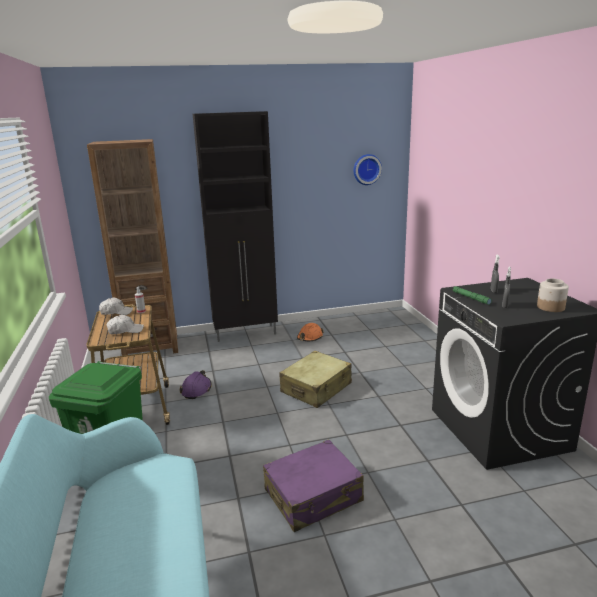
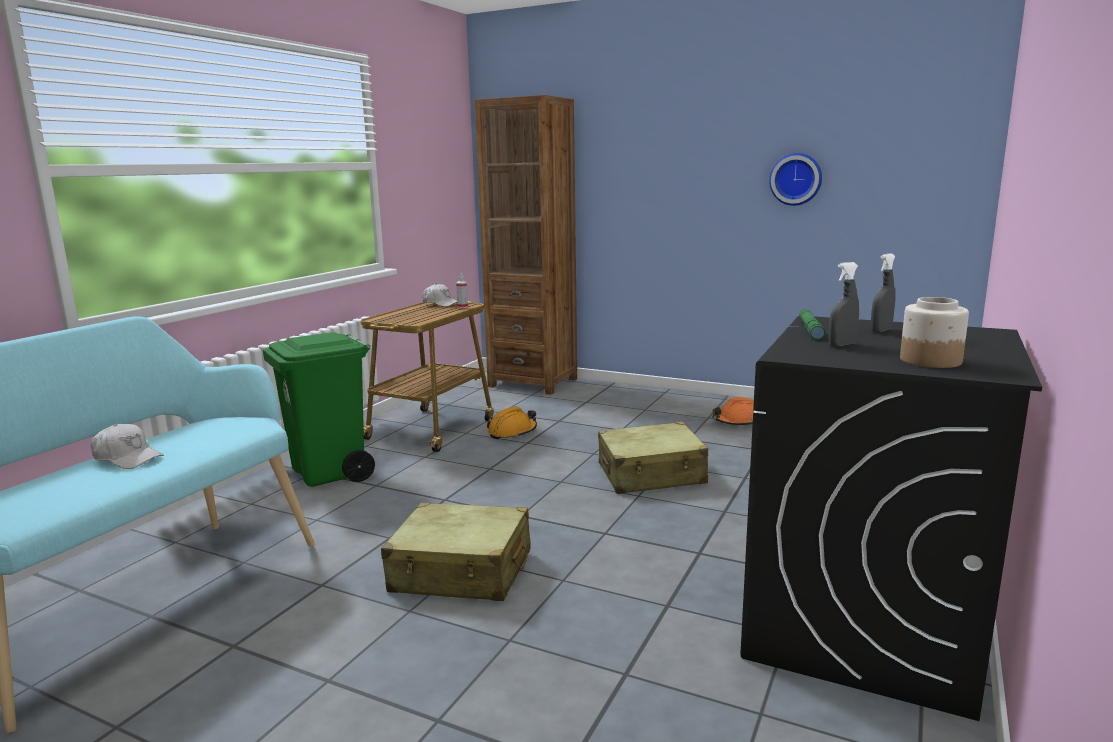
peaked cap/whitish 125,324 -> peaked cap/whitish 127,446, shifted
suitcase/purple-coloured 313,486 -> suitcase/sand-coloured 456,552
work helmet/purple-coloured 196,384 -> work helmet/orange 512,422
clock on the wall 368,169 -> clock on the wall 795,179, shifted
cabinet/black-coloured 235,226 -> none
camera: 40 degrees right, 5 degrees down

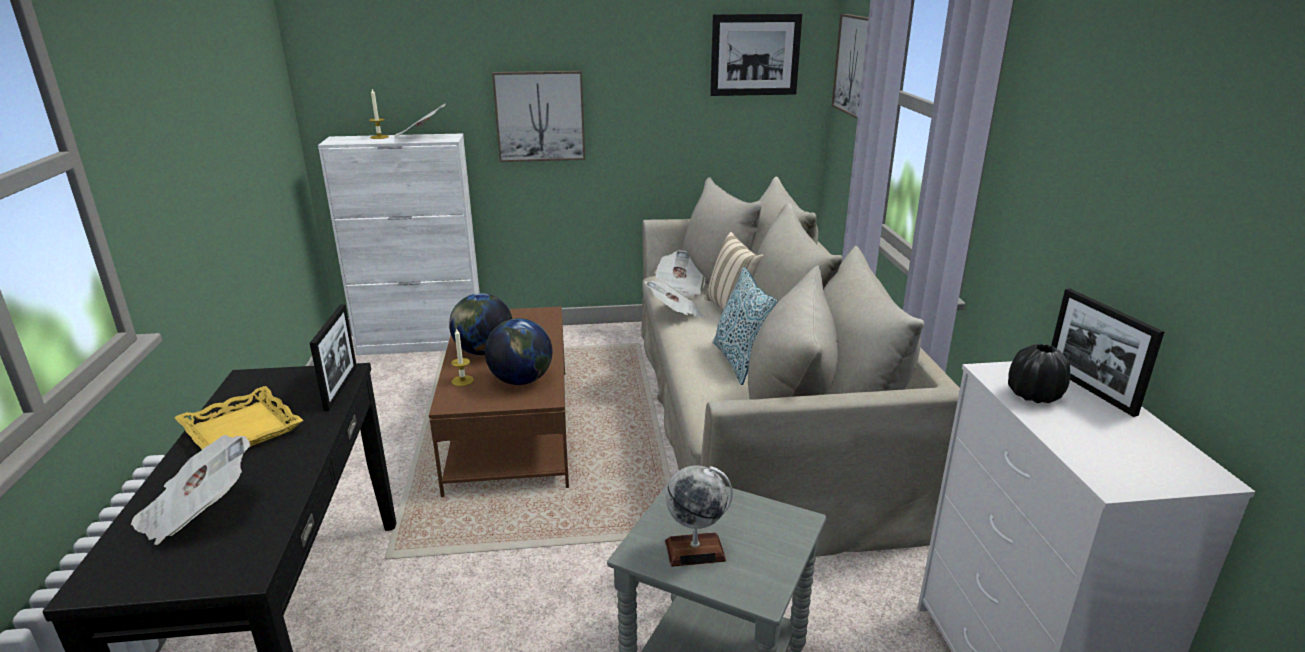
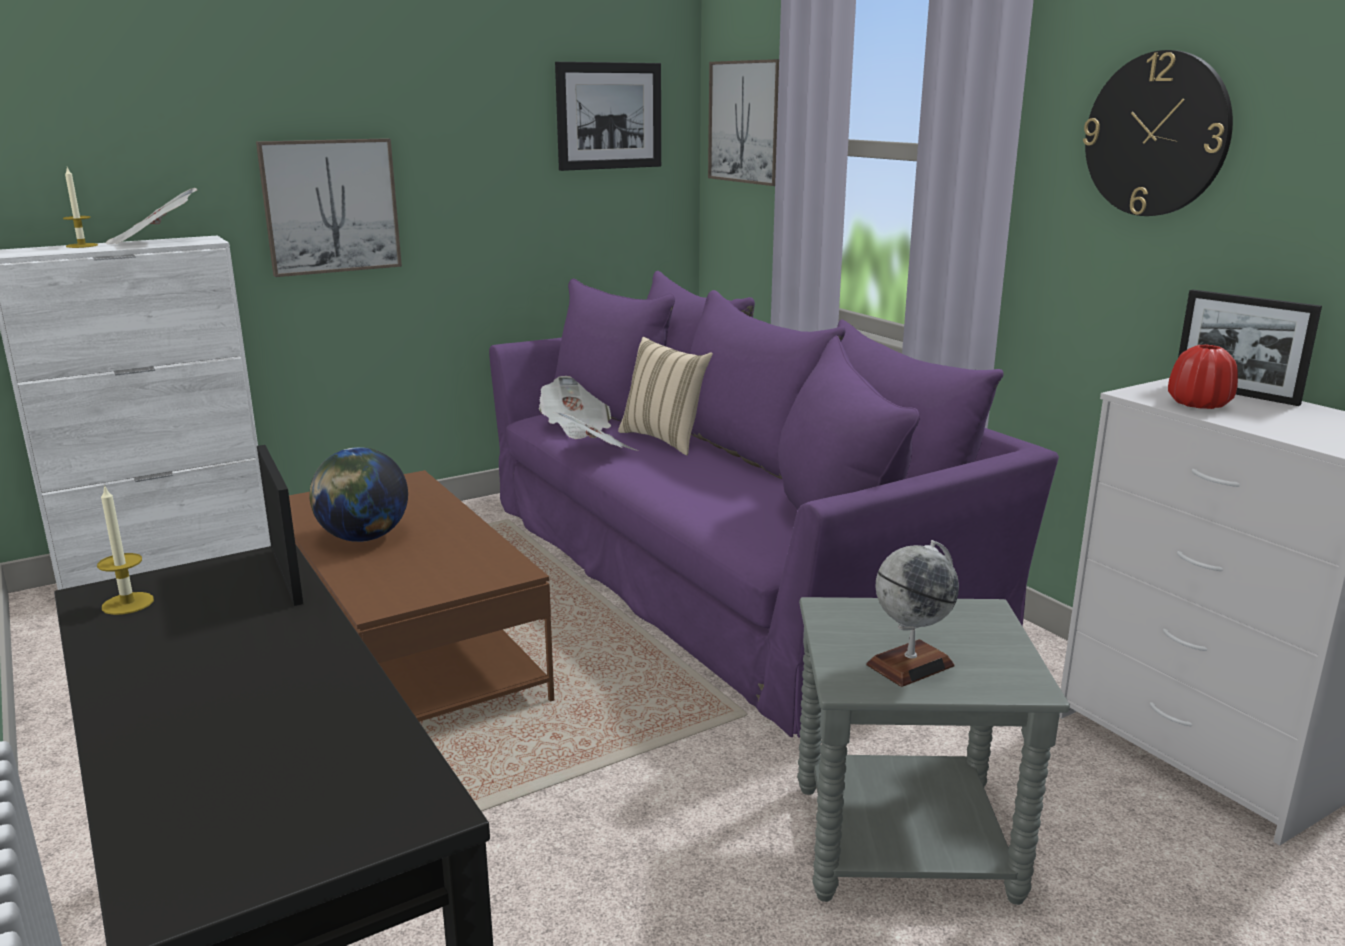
wax candle 462,357 -> wax candle 125,549, shifted
settee/sand-coloured 800,367 -> settee/purple-coloured 774,504
none -> clock on the wall 1158,133
flower vase/black-coloured 1039,373 -> flower vase/red-coloured 1203,377
printed paper 190,490 -> none
serving tray/yellow-coloured 238,417 -> none
globe 518,351 -> none
throw pillow 745,326 -> none
camera: 25 degrees left, 5 degrees down

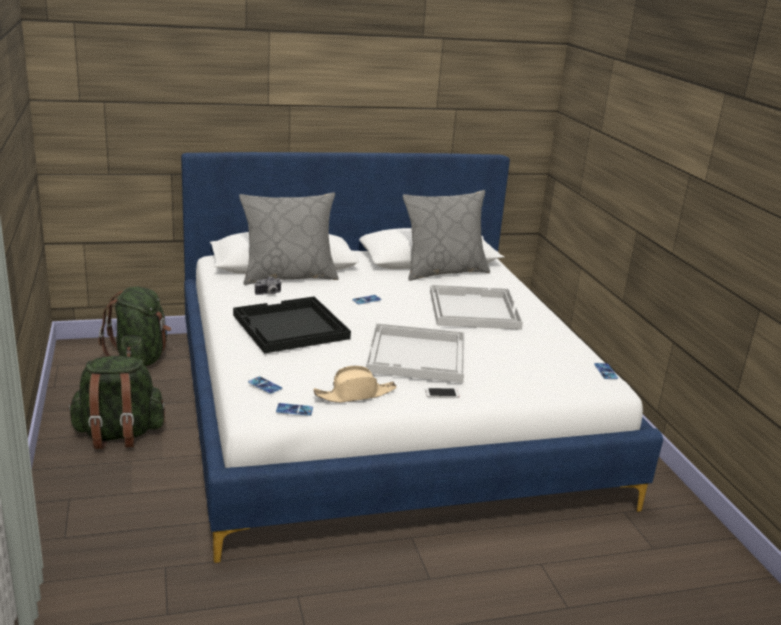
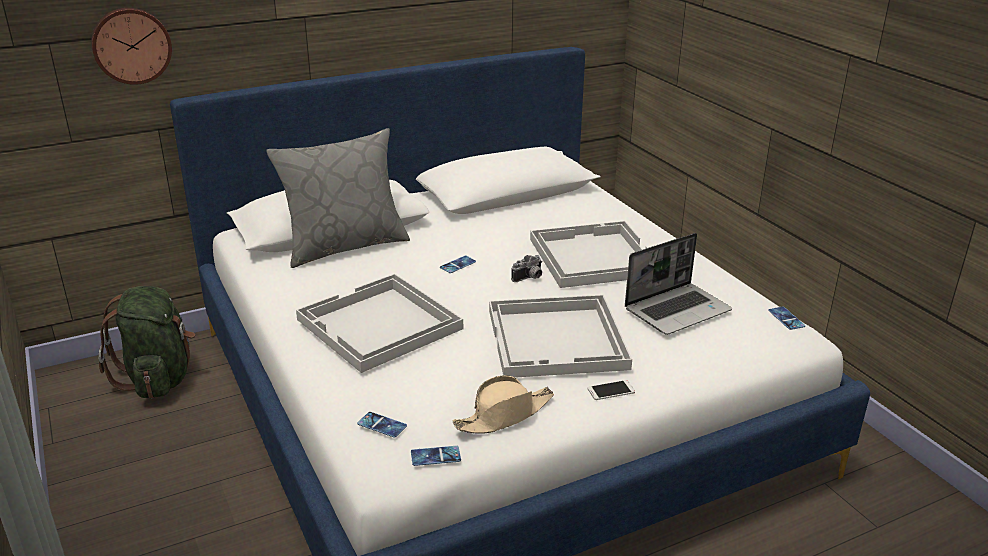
none -> clock on the wall 131,46
serving tray/black-coloured 292,324 -> serving tray/whitish 379,323
photo camera 268,286 -> photo camera 526,268, shifted
none -> laptop 678,284
knapsack/greenish 116,402 -> none
throw pillow/gray 446,235 -> none
camera: 10 degrees left, 5 degrees up

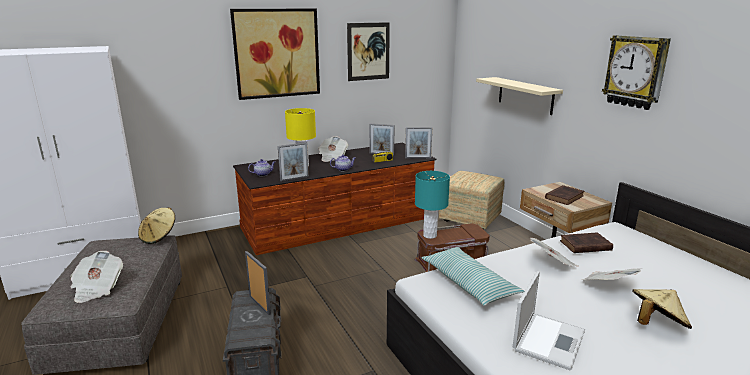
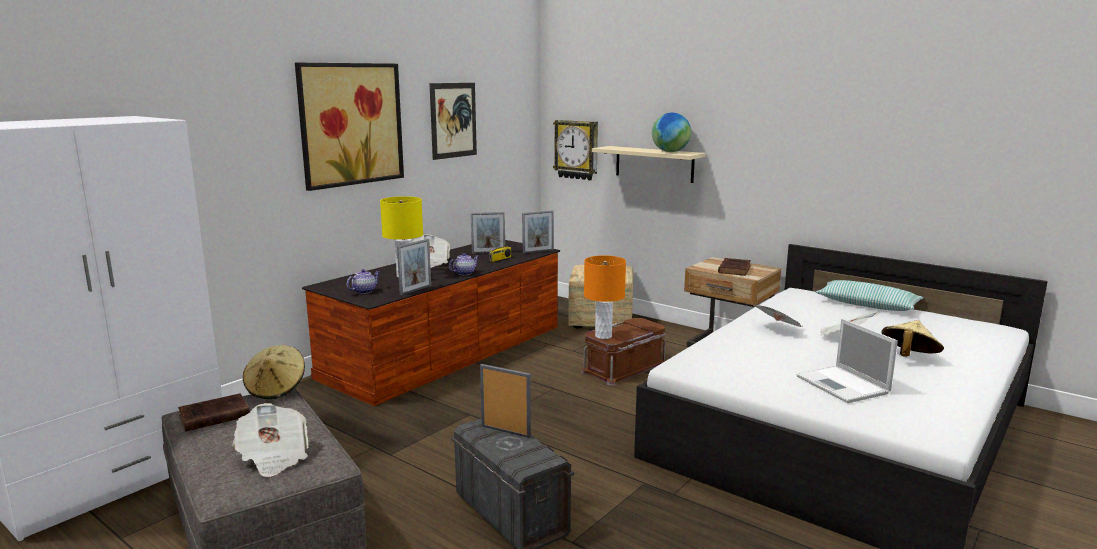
book/brown 586,243 -> book/brown 214,412, shifted
clock on the wall 636,72 -> clock on the wall 575,150, shifted
table lamp/blue-green 432,205 -> table lamp/orange 605,297
none -> globe 671,132
laptop 549,320 -> laptop 847,361, 150 degrees clockwise
throw pillow 473,276 -> throw pillow 869,295, shifted
camera: 25 degrees left, 5 degrees down

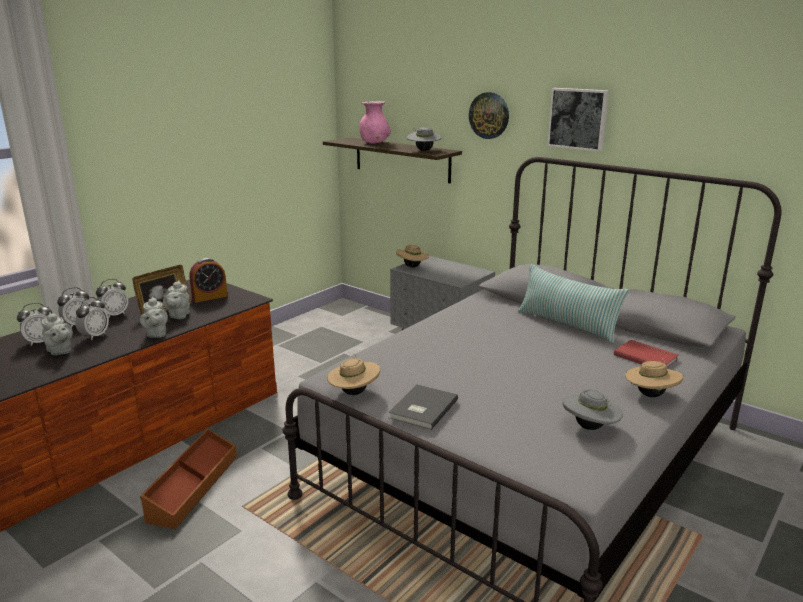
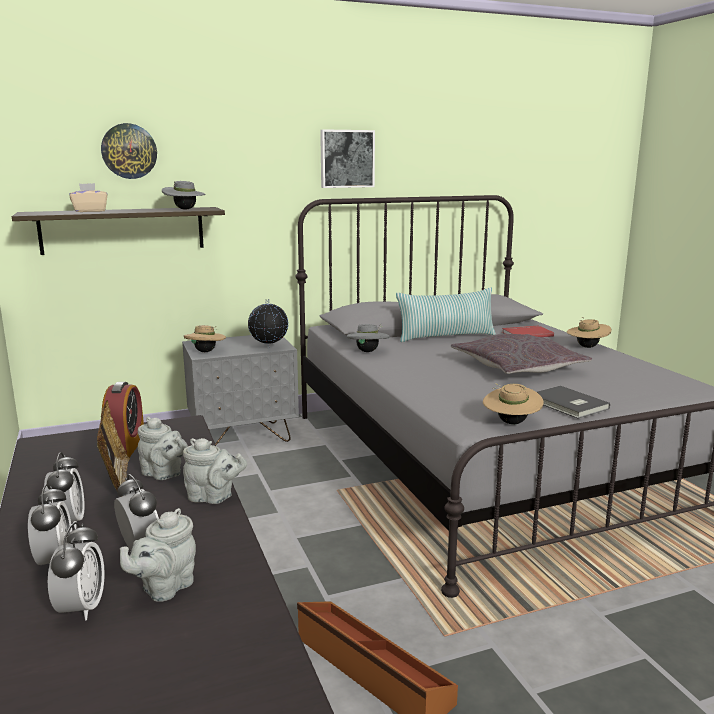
flower vase/pinkish 375,122 -> box of tissues/sand-coloured 88,197
clock on the wall 489,115 -> clock on the wall 129,151, shifted
teapot/gray 57,333 -> teapot/gray 158,555, 135 degrees clockwise
none -> globe 268,326
clothing hat/gray 592,409 -> clothing hat/gray 368,338, shifted
none -> throw pillow/gray 521,354
camera: 60 degrees left, 5 degrees down

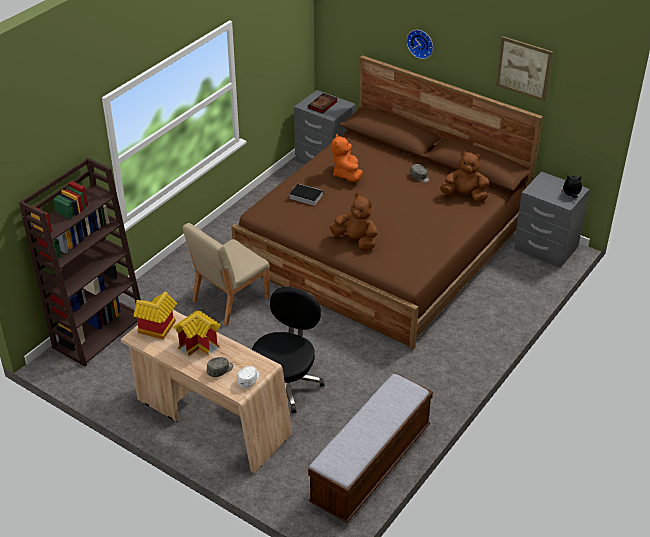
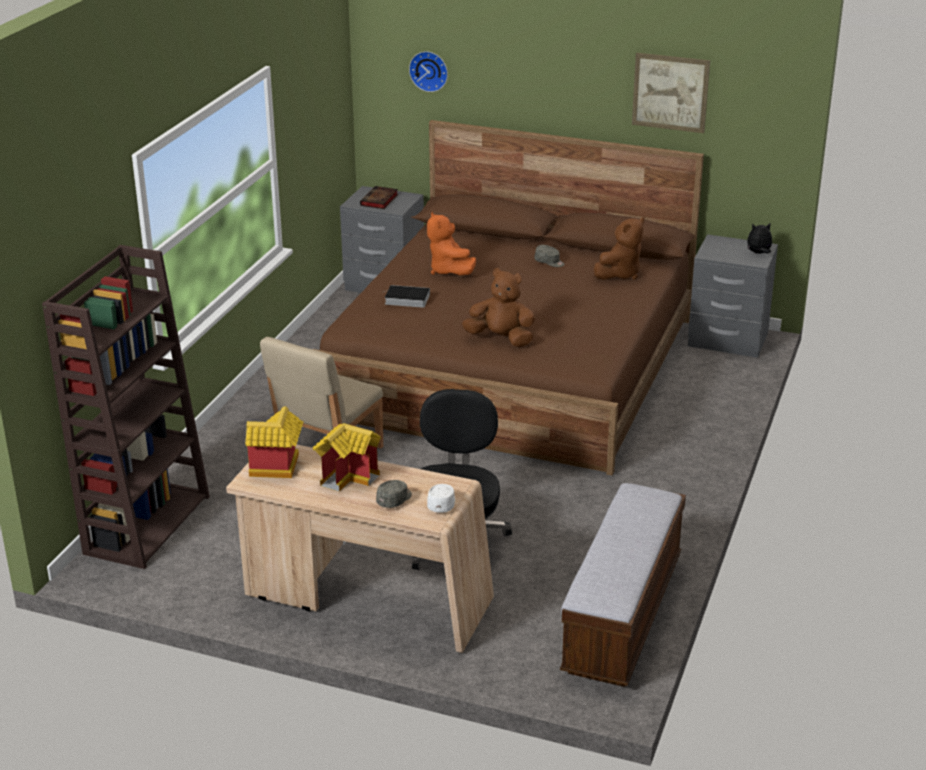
clock on the wall 420,44 -> clock on the wall 428,71, shifted
plush toy/brown 465,176 -> plush toy/brown 619,248, 135 degrees clockwise
camera: 15 degrees left, 10 degrees down

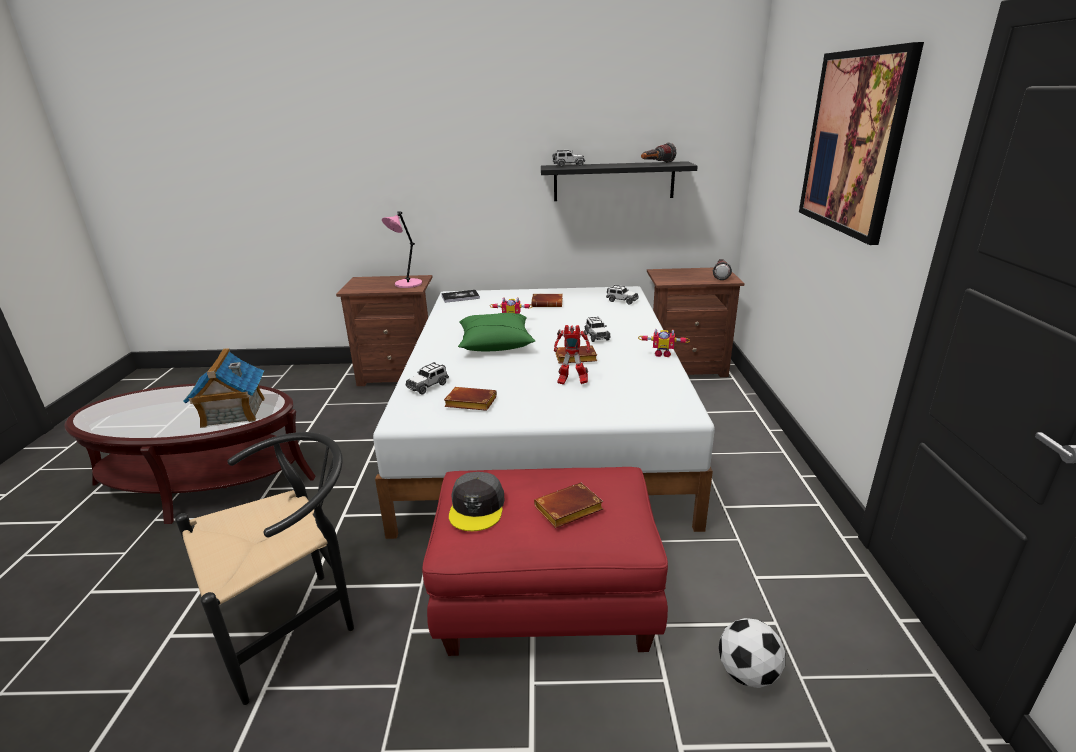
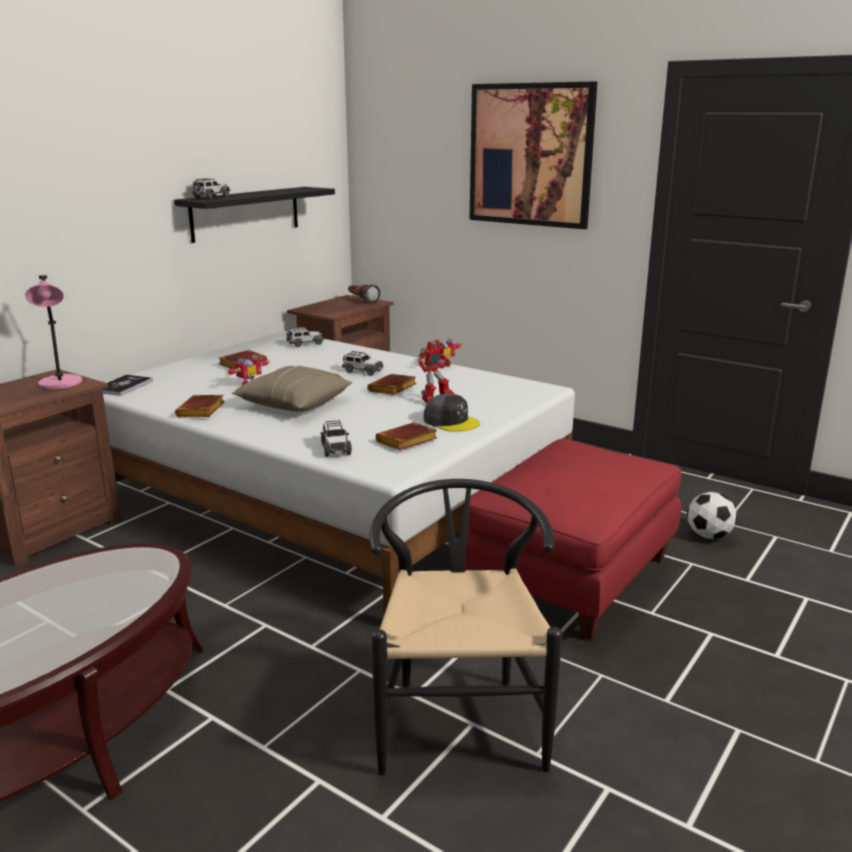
book/brown 568,505 -> book/brown 200,406, shifted
throw pillow/greenish 496,332 -> throw pillow/sand-coloured 292,389
peaked cap/gray 477,501 -> peaked cap/gray 451,413, shifted
toy house 224,388 -> none
torch 658,153 -> none
camera: 55 degrees left, 5 degrees down

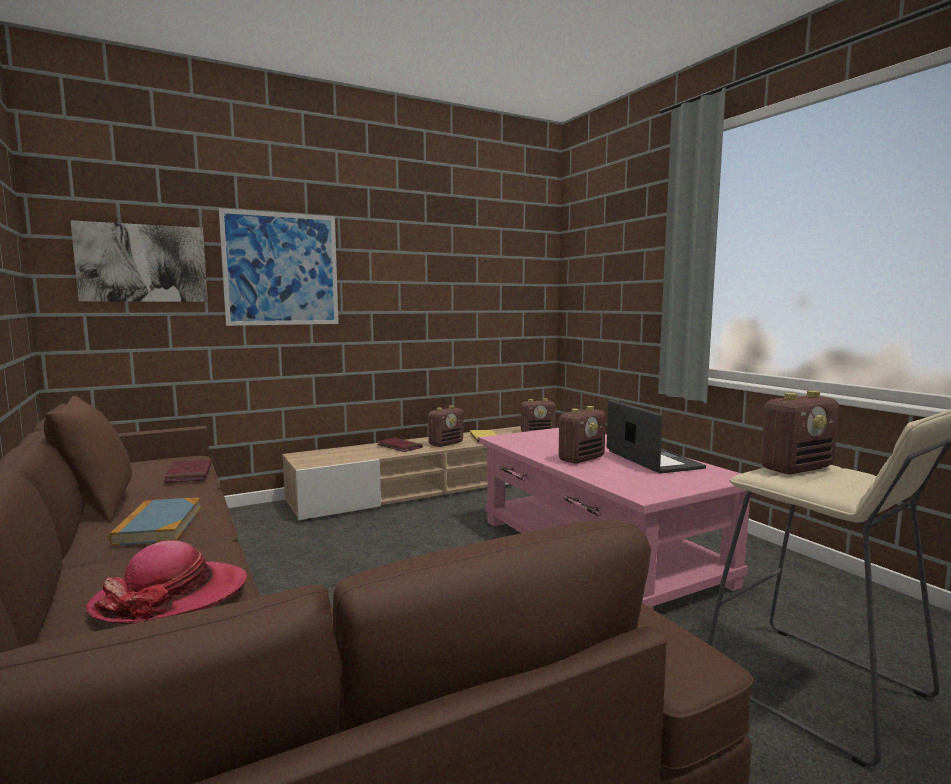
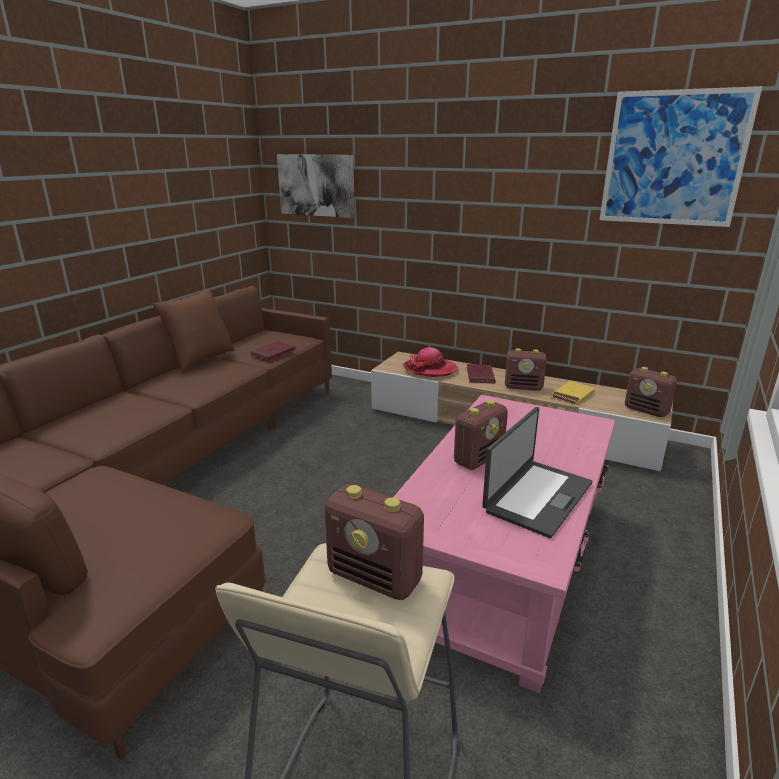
clothing hat 166,582 -> clothing hat 430,362, shifted
radio set 582,435 -> radio set 481,435, 60 degrees counterclockwise
wall art 279,267 -> wall art 681,156, shifted
book 155,522 -> none
camera: 55 degrees right, 15 degrees up

